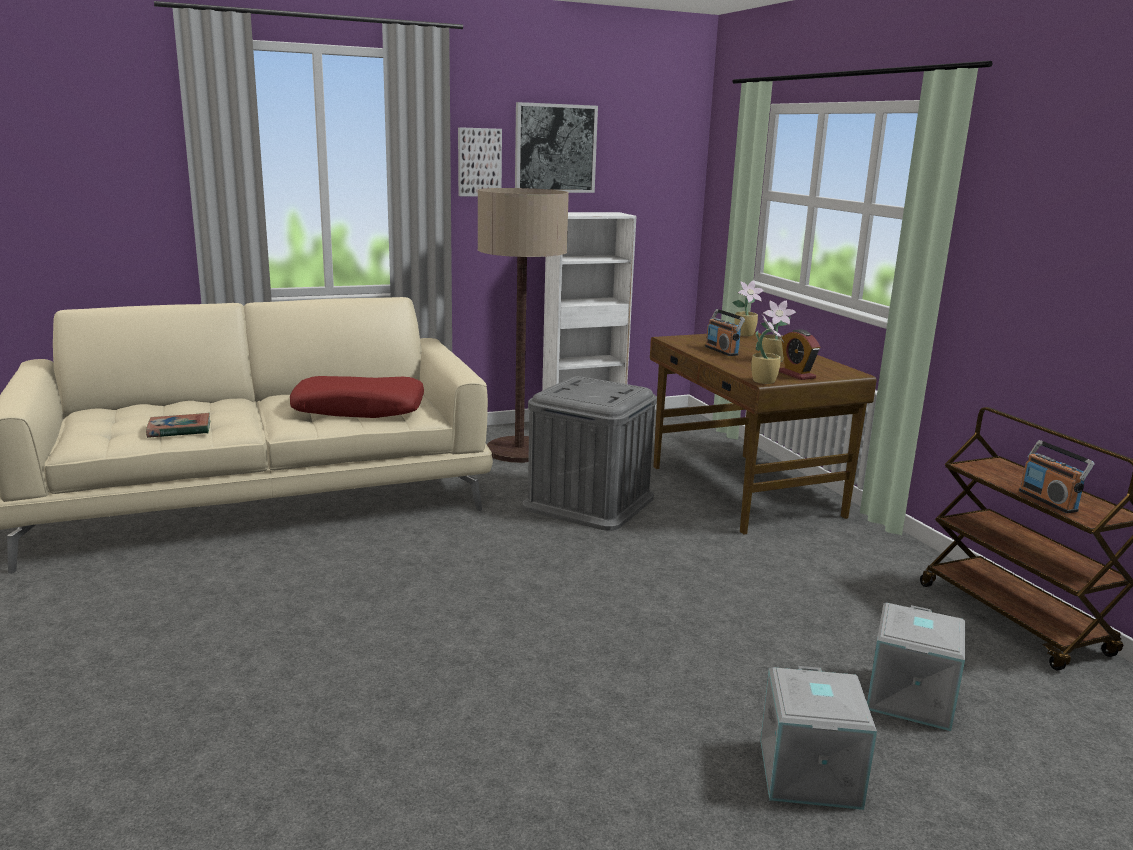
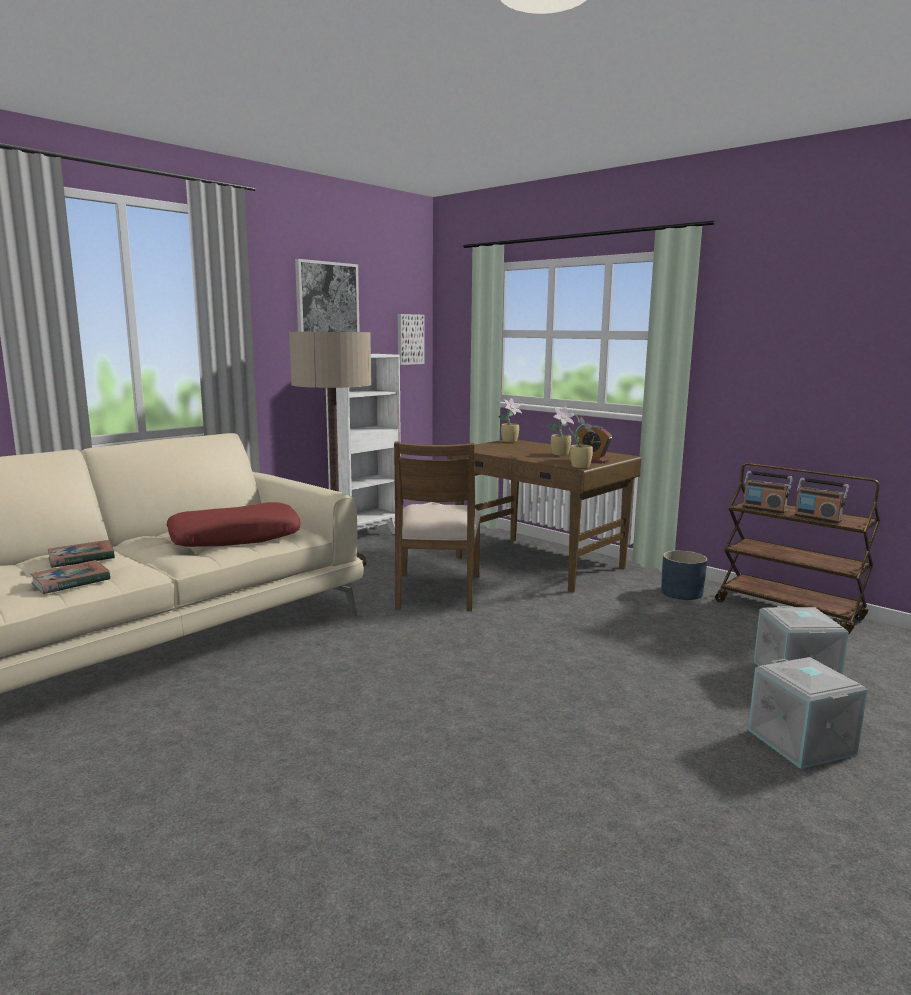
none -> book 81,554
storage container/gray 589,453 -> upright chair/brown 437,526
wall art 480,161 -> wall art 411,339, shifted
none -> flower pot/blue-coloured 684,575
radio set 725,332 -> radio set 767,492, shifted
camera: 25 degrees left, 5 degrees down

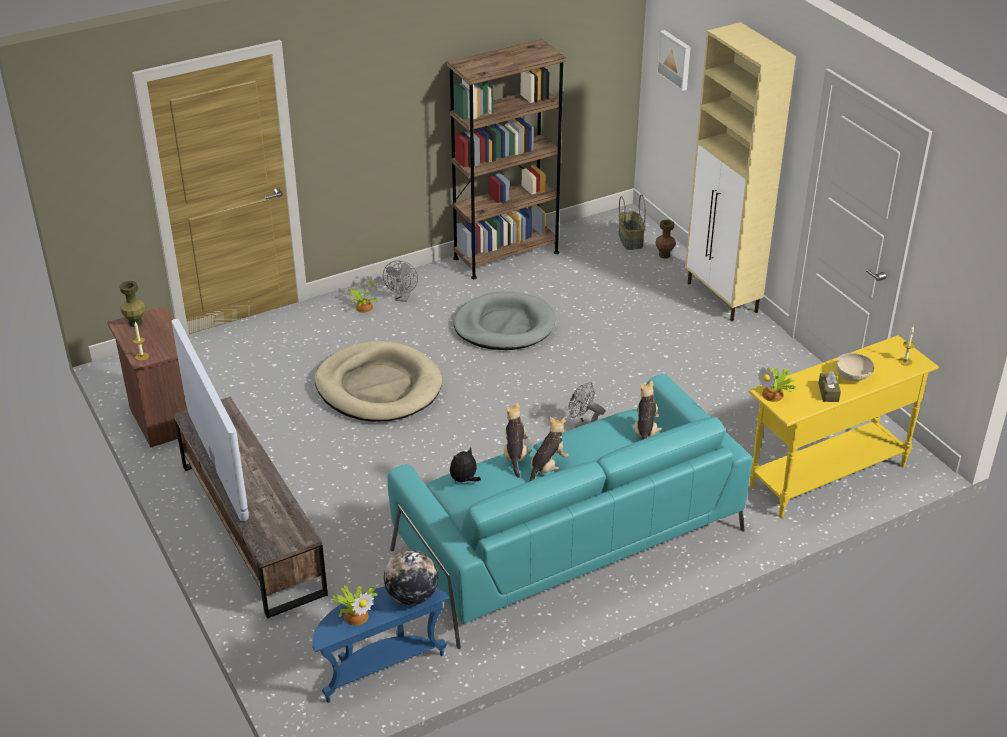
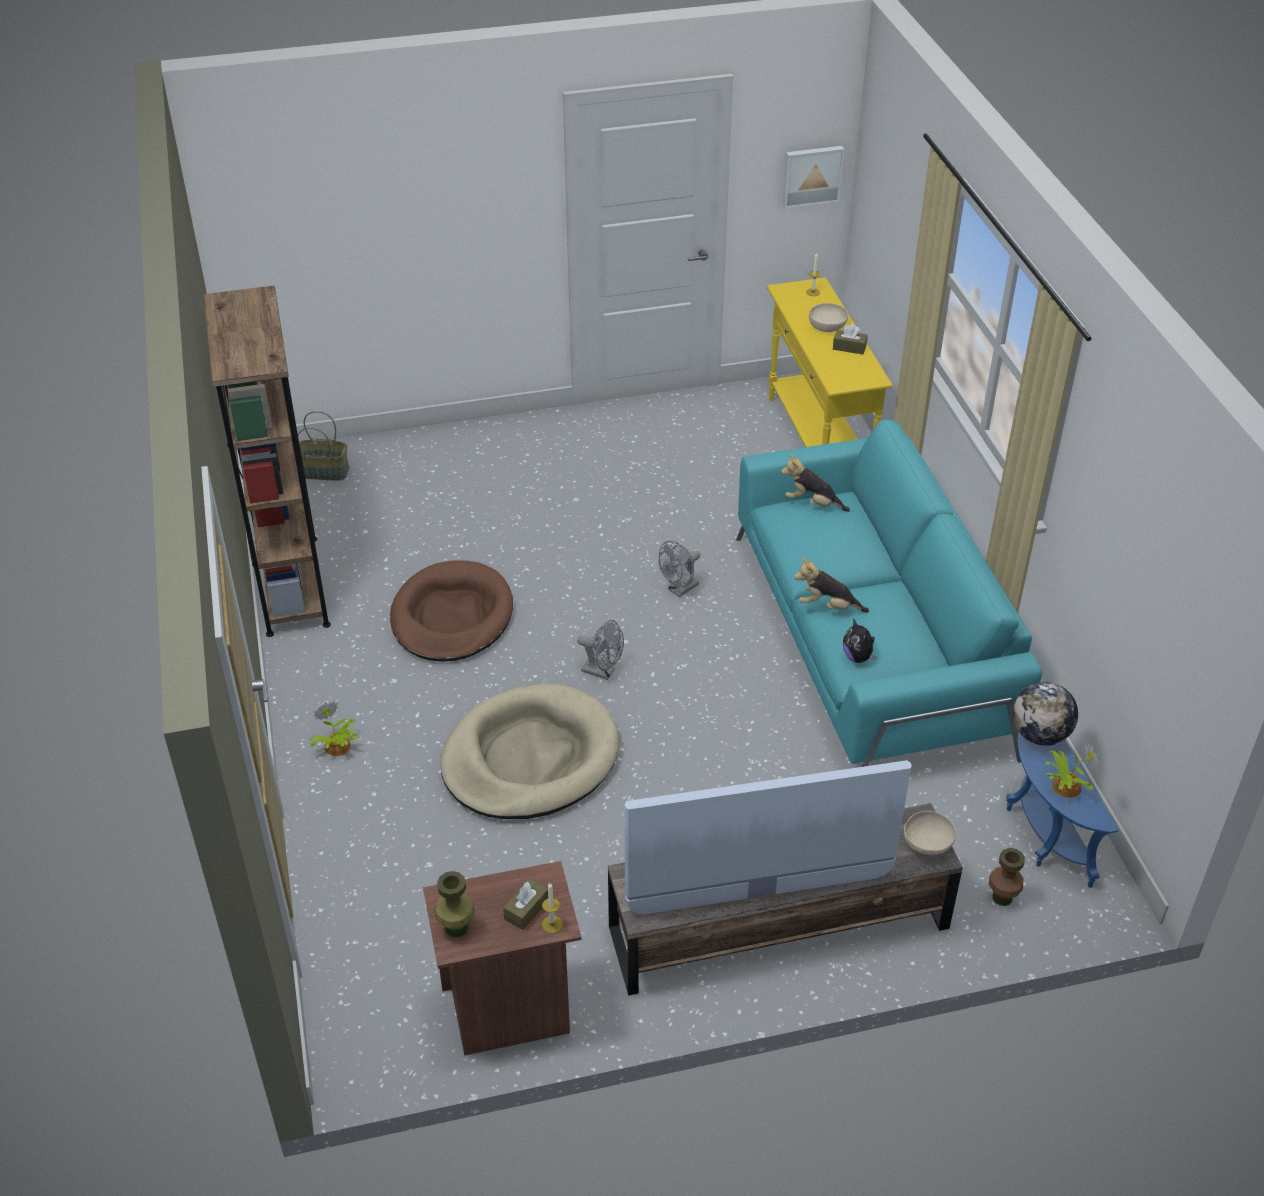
dog cushion/gray 505,321 -> dog cushion/brown 451,611
none -> box of tissues/brown 525,904
electric fan/gray 400,281 -> electric fan/gray 600,650, shifted
wall art 674,60 -> wall art 813,177, shifted
none -> bowl/sand-coloured 930,833
flower vase/brown 665,239 -> flower vase/brown 1007,877, shifted
plush toy 549,449 -> none
cabinet/sand-coloured 740,171 -> none
plant in a pot 776,384 -> none
camera: 75 degrees left, 5 degrees up

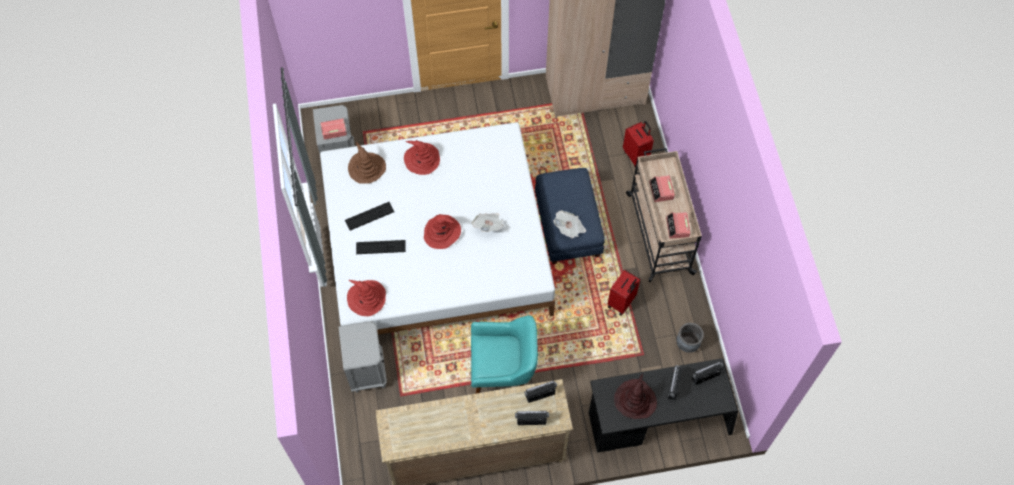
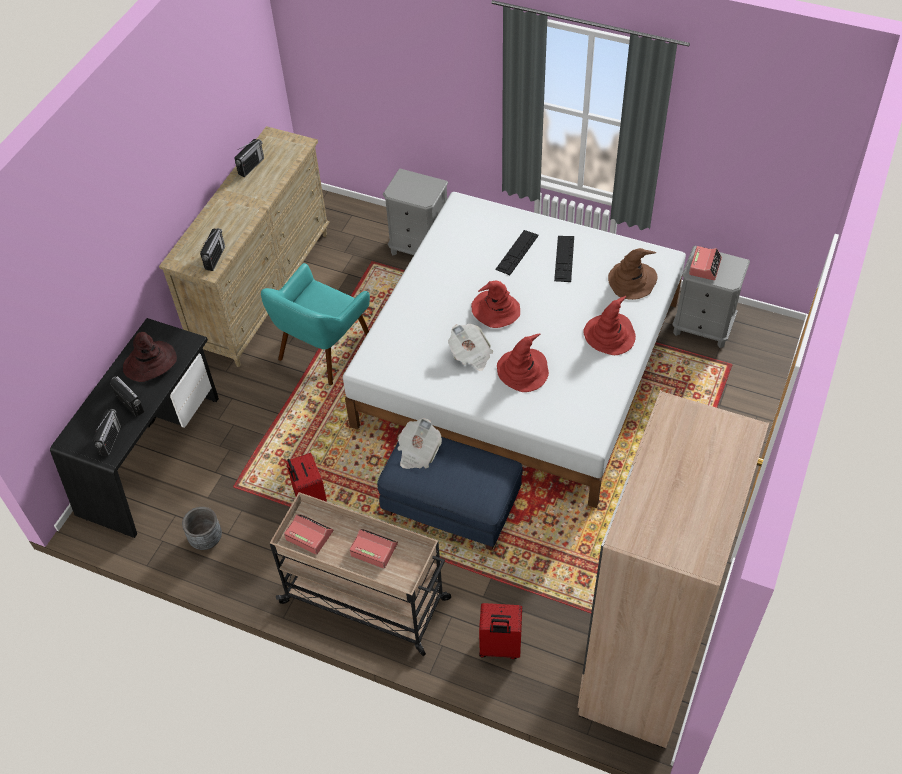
radio set 532,418 -> radio set 249,158, shifted
clothing hat/red-coloured 366,298 -> clothing hat/red-coloured 523,362, shifted
camera: 125 degrees right, 10 degrees down

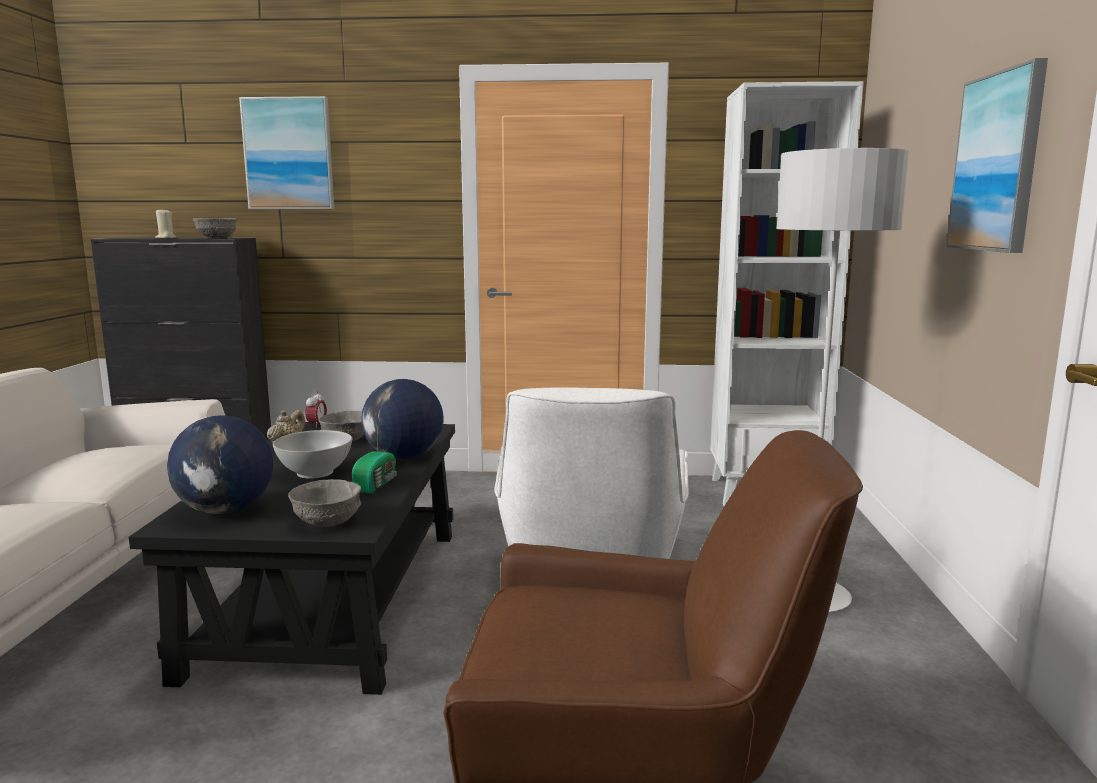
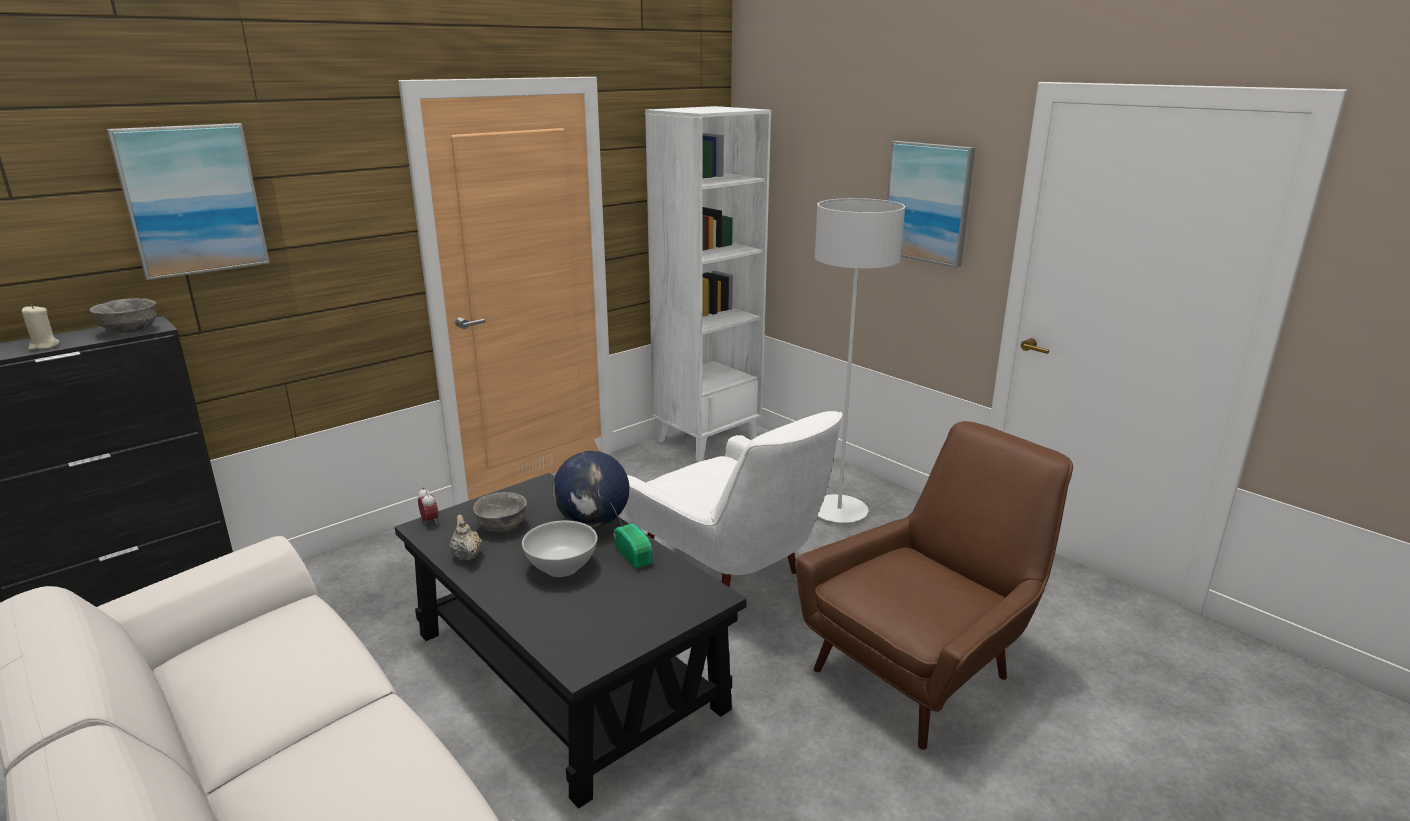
globe 220,464 -> none
bowl/gray 324,503 -> none
camera: 45 degrees left, 10 degrees up

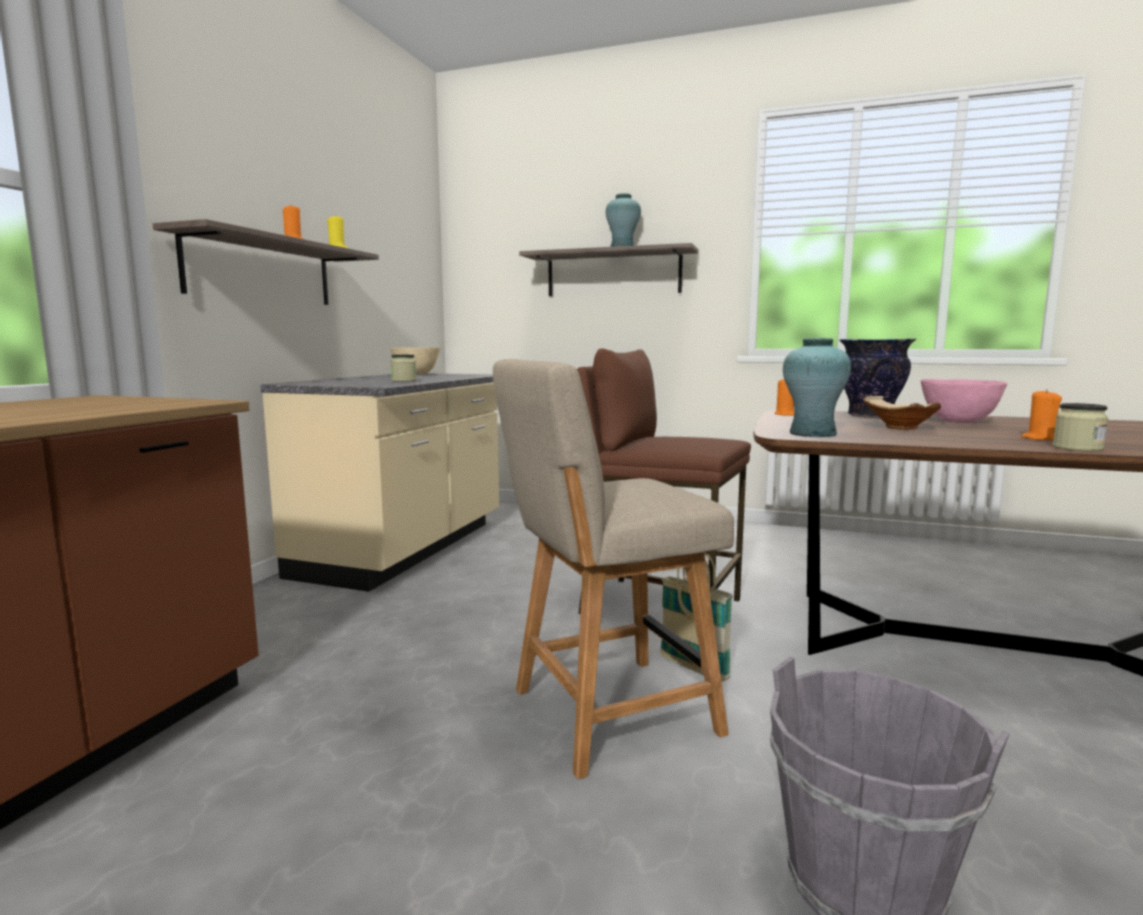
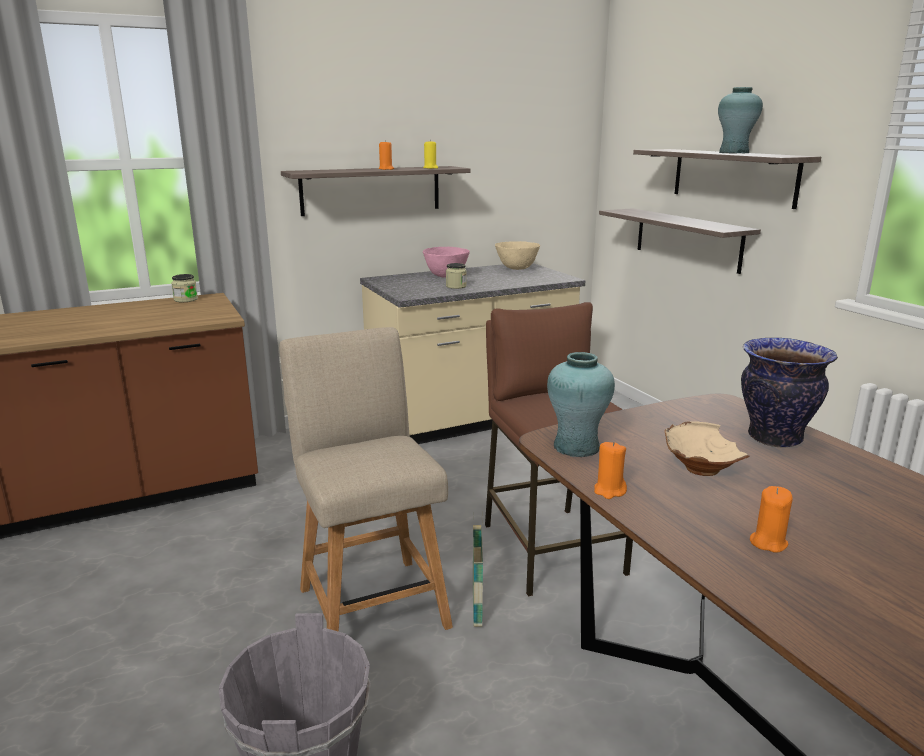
jar 1080,427 -> jar 184,288, shifted
upright chair/sand-coloured 613,569 -> upright chair/sand-coloured 366,479, 45 degrees clockwise
bowl/pinkish 964,401 -> bowl/pinkish 446,262, shifted
wax candle/orange 784,397 -> wax candle/orange 610,470, shifted
none -> shelf 680,241
camera: 45 degrees right, 10 degrees up

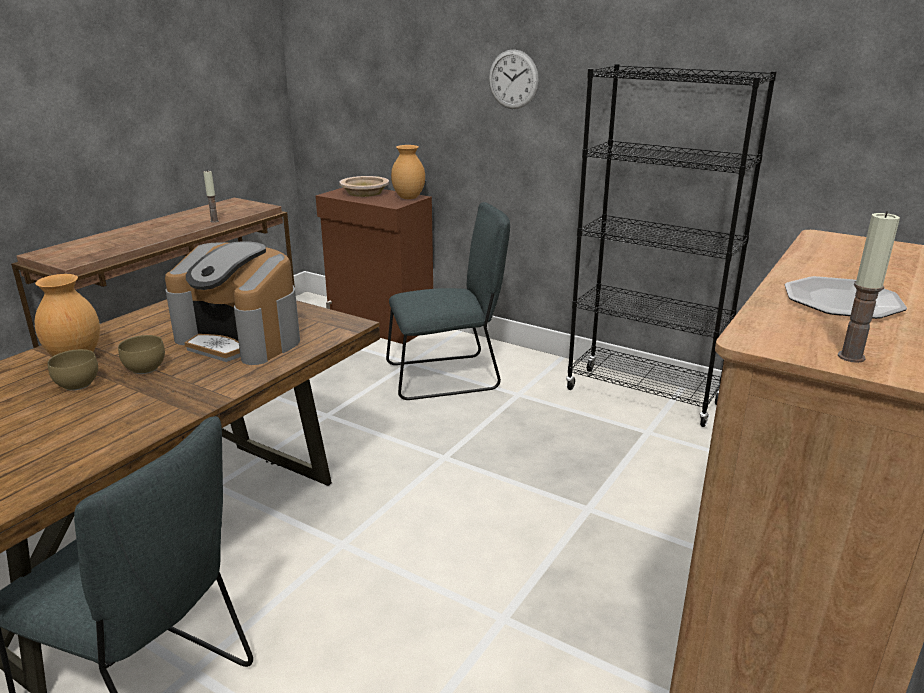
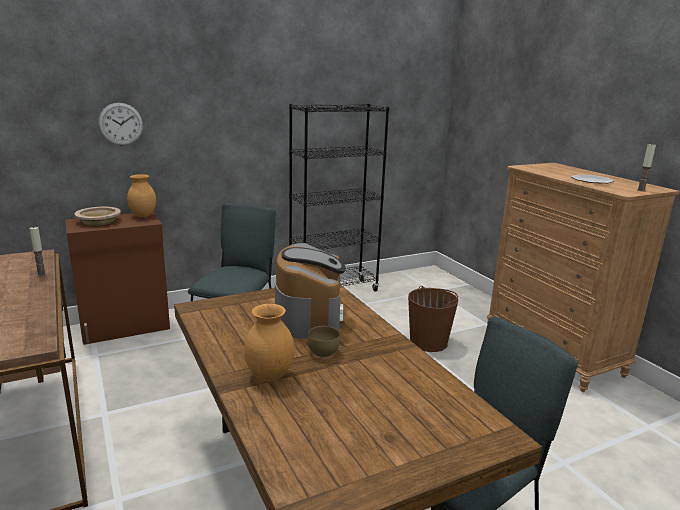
clock on the wall 514,79 -> clock on the wall 120,124, shifted
coffee brewer 232,303 -> coffee brewer 310,290, 60 degrees counterclockwise
none -> bucket/brown 433,319
bowl/brown 73,370 -> none
camera: 60 degrees left, 5 degrees down

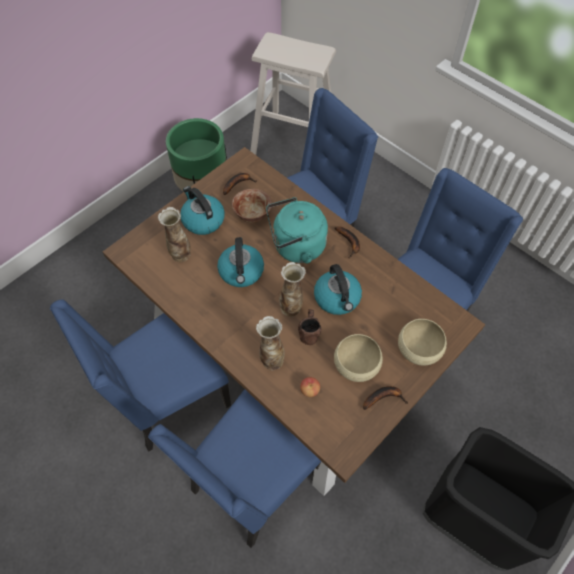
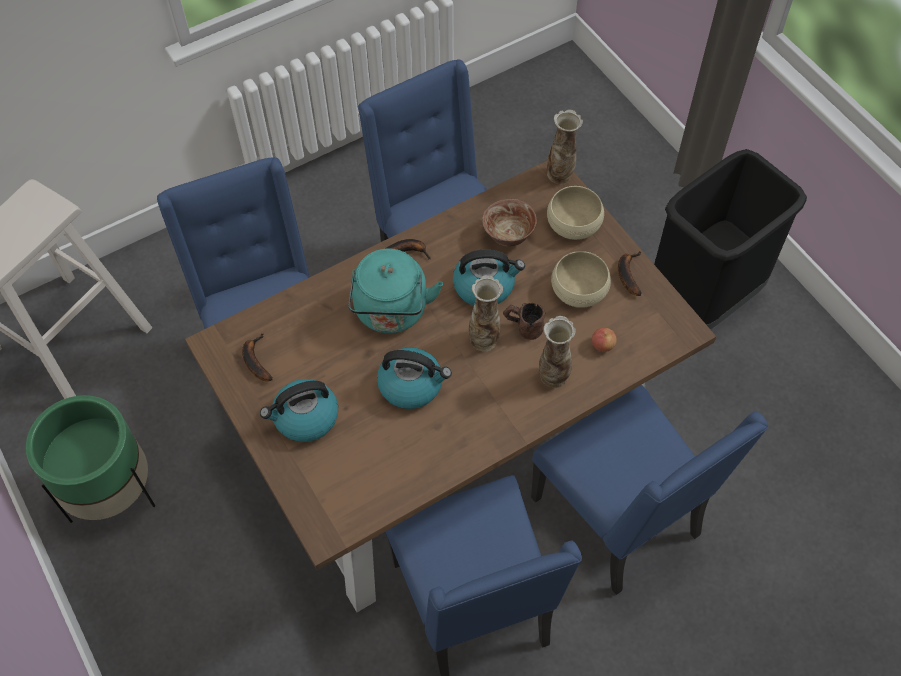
bowl 252,206 -> bowl 509,223, shifted
flower vase 174,234 -> flower vase 565,147, shifted
camera: 75 degrees left, 0 degrees up

